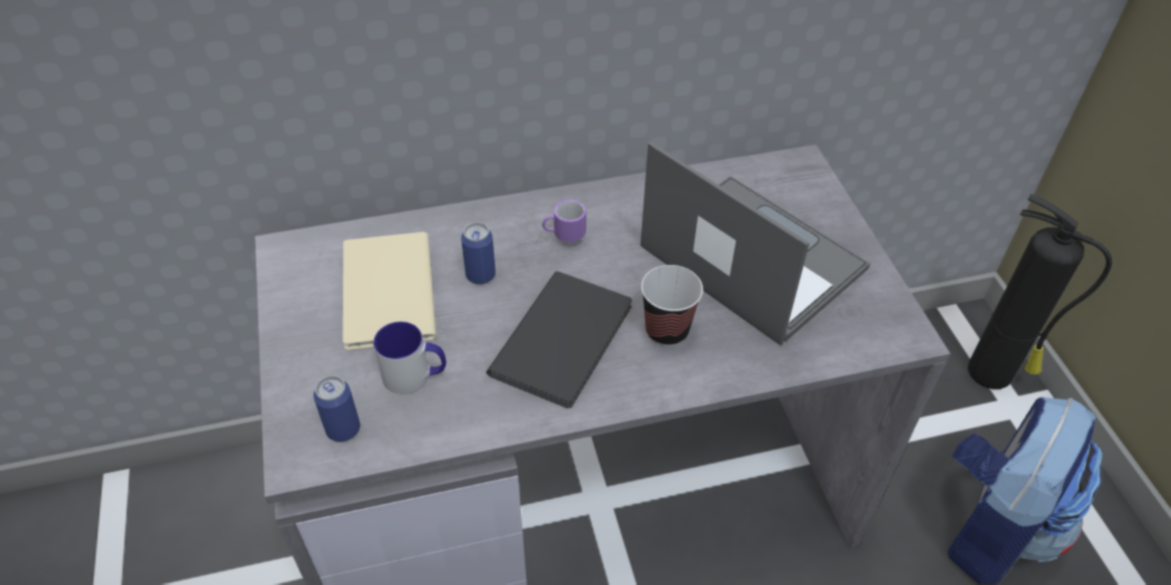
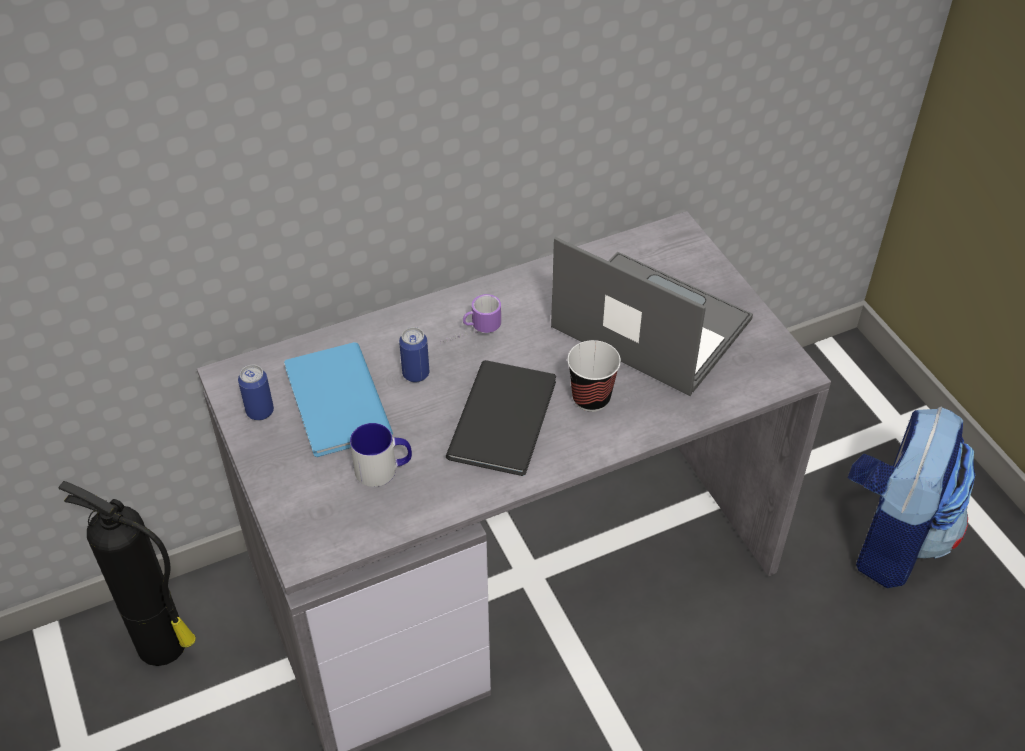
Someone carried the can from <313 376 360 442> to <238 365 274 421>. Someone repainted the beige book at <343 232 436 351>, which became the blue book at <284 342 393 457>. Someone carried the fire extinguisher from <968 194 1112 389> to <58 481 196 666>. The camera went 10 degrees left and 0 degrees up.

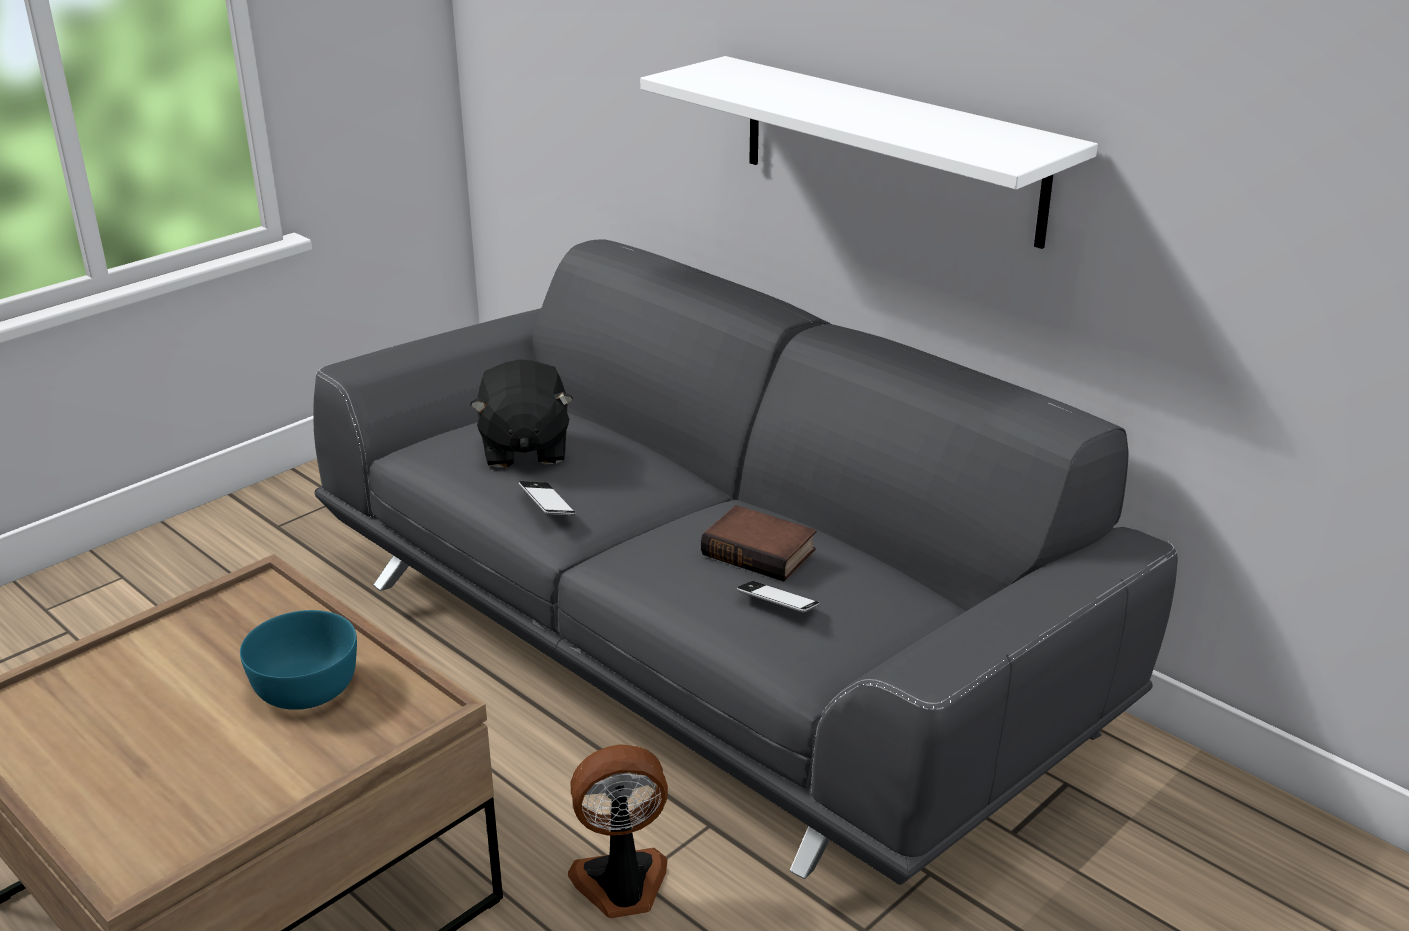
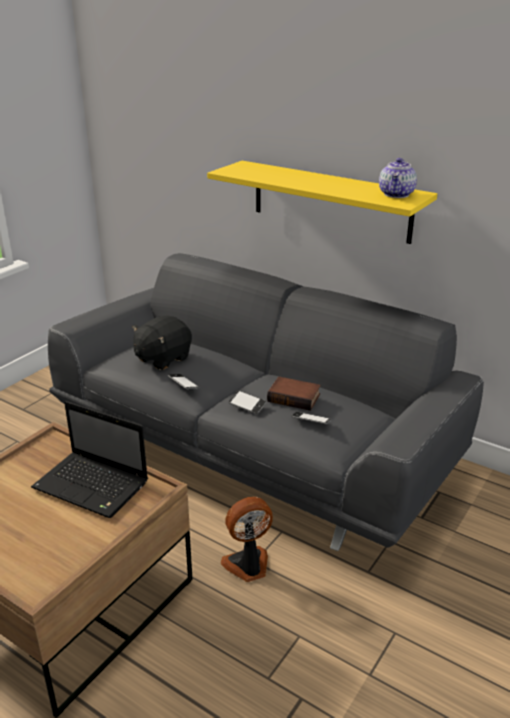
Someone swapped the turquoise bowl at <240 610 357 710> for the laptop at <31 401 148 518>. Someone rotated the black plush toy at <470 359 573 468> by 60 degrees clockwise. Someone repainted the white shelf at <640 56 1098 249>, which became the yellow shelf at <207 161 437 244>. Someone put down the phone at <229 390 266 414>. Someone put down the teapot at <379 158 417 198>. The camera went 10 degrees left and 0 degrees up.

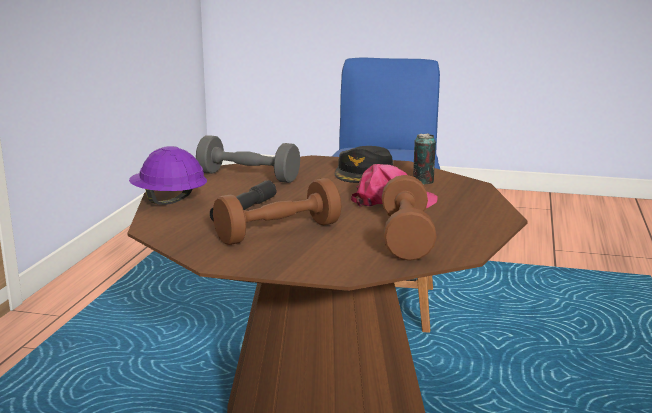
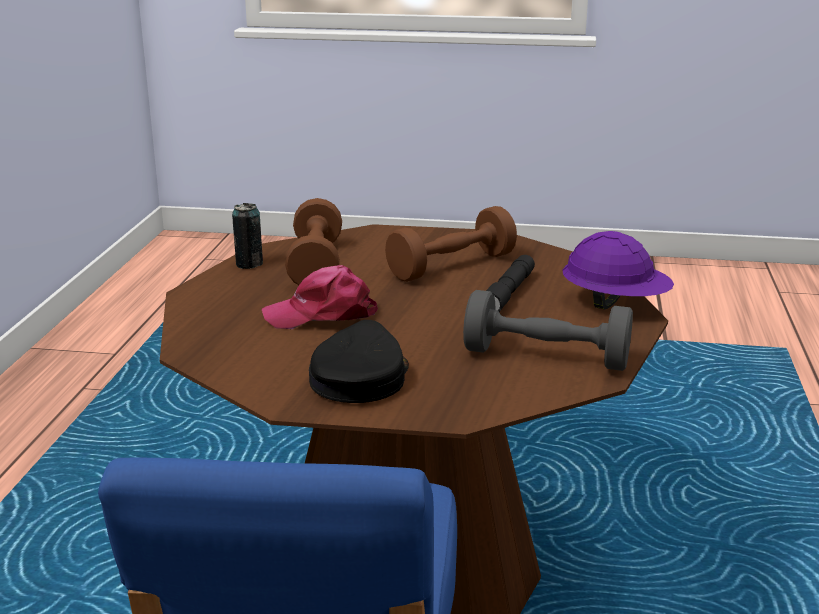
Someone carried the can from <413 133 436 184> to <232 203 263 269>. The camera went 175 degrees right and 5 degrees up.

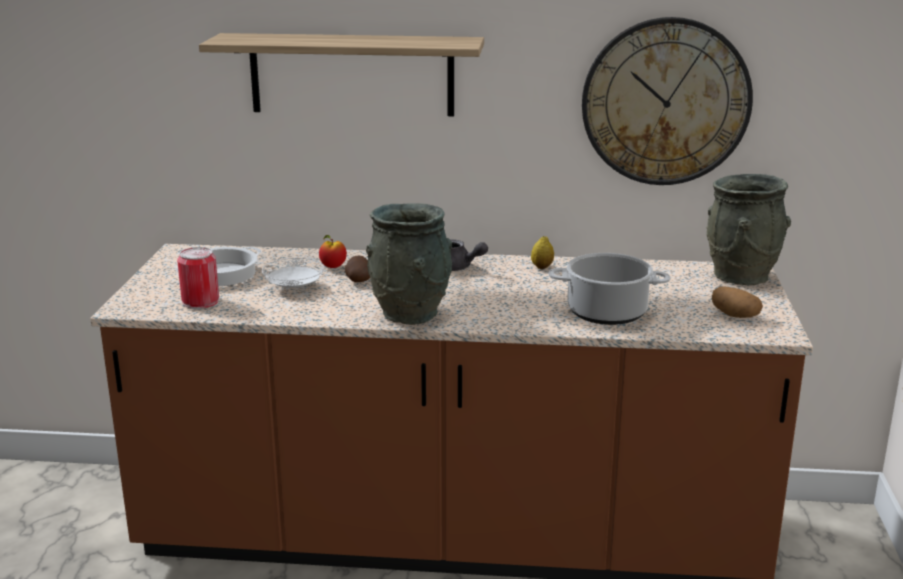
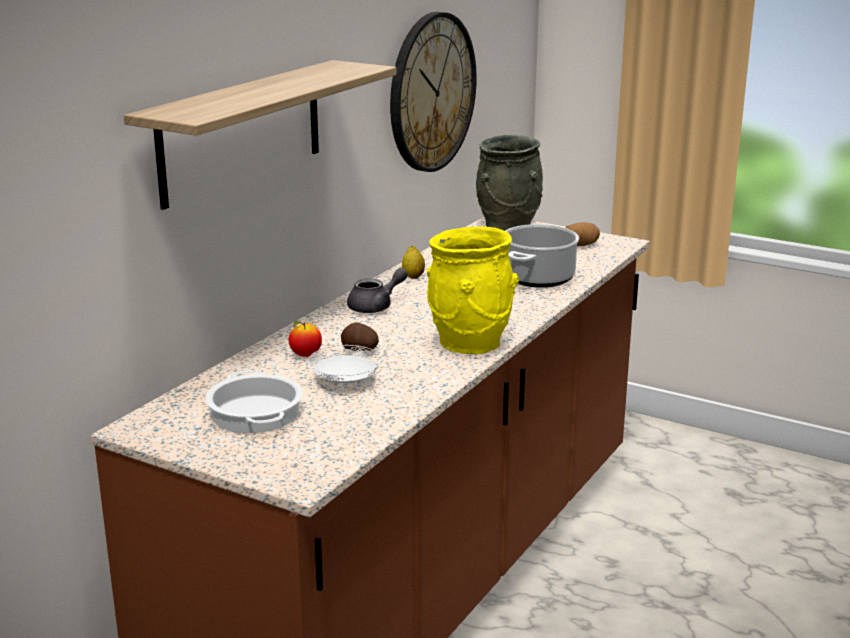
Someone took away the can at <177 247 219 309>. Someone repainted the grey vase at <366 204 452 325>, which became the yellow vase at <427 226 519 354>. The camera went 65 degrees left and 0 degrees up.

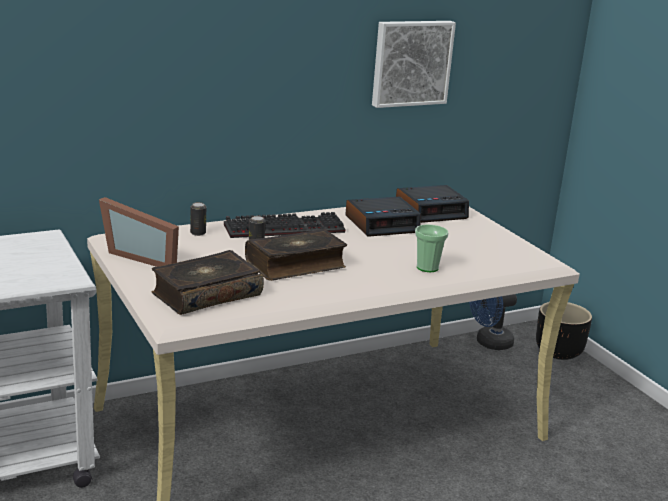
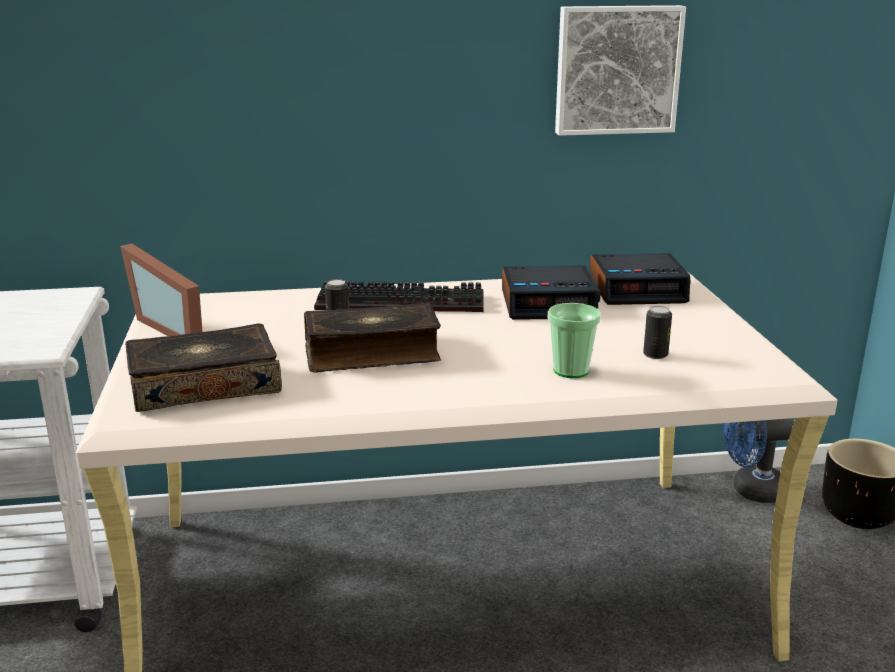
Someone carried the can from <190 202 206 236> to <643 306 672 359>. The camera went 20 degrees right and 0 degrees up.

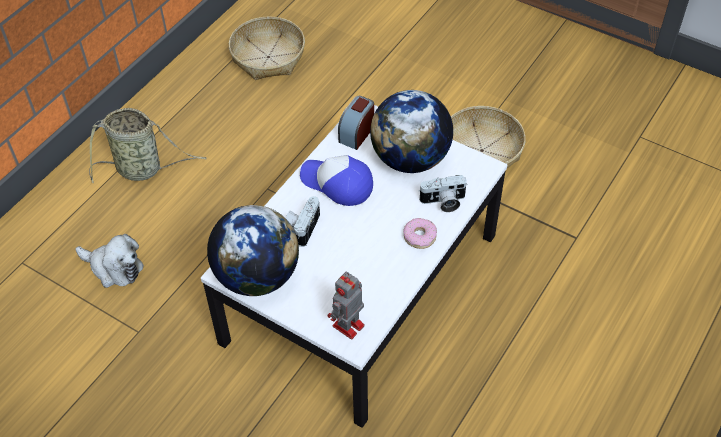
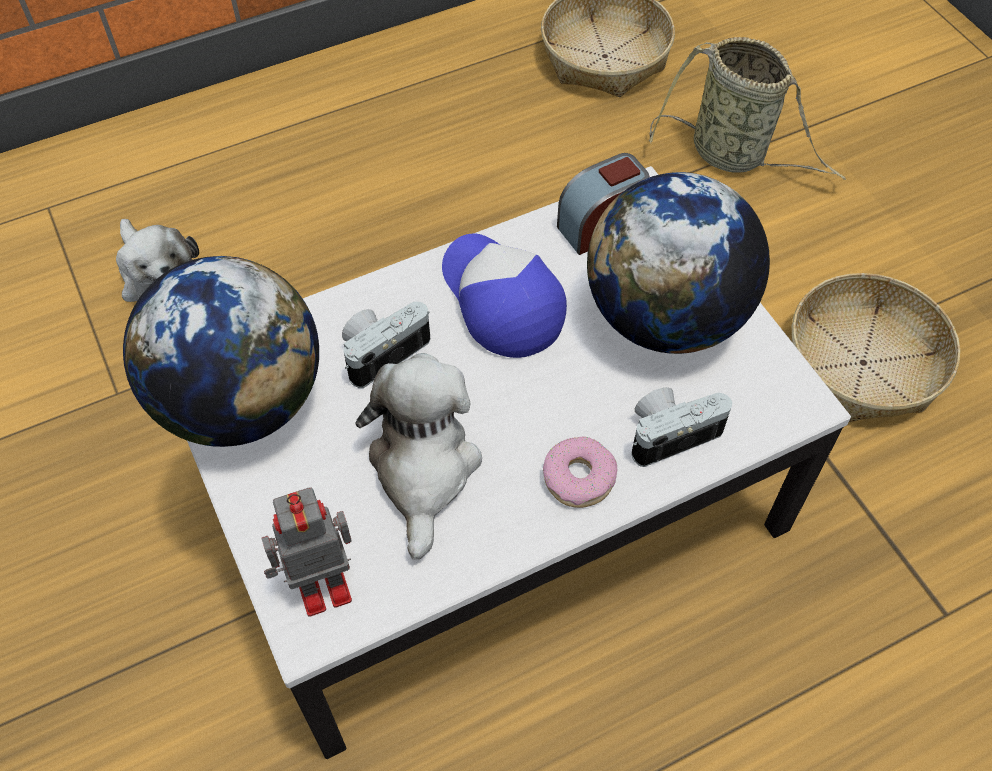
Someone carried the basket from <89 108 207 184> to <649 37 846 180>. Someone rotated the photo camera at <419 175 468 212> by 135 degrees clockwise. Someone put down the plush toy at <355 353 482 560>. The camera went 30 degrees right and 5 degrees up.

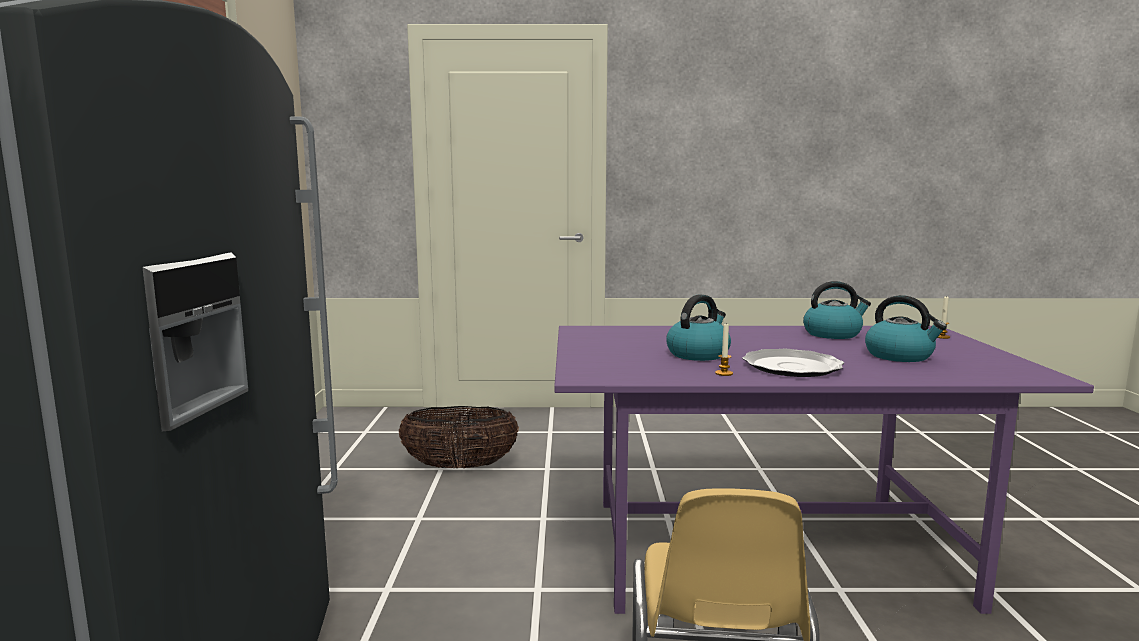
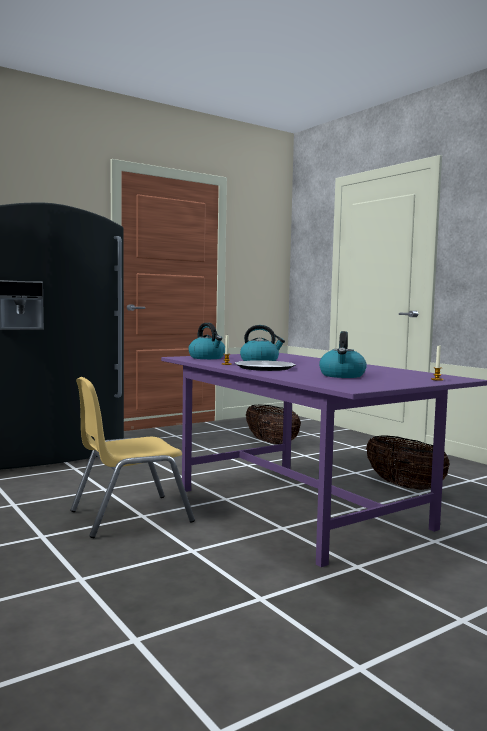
Someone carried the kettle from <803 281 871 339> to <188 323 225 359>. Someone put down the basket at <366 435 450 490>. The camera went 55 degrees right and 5 degrees down.

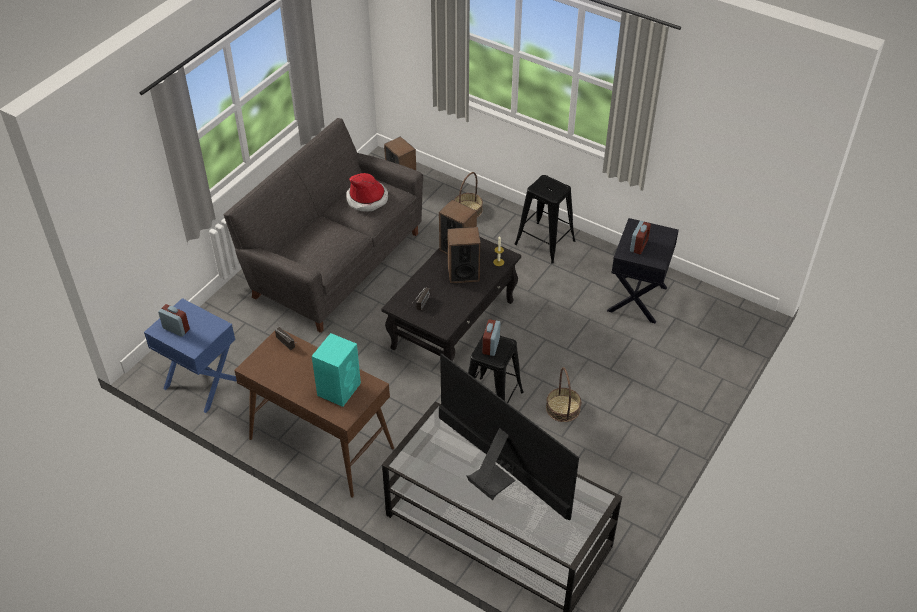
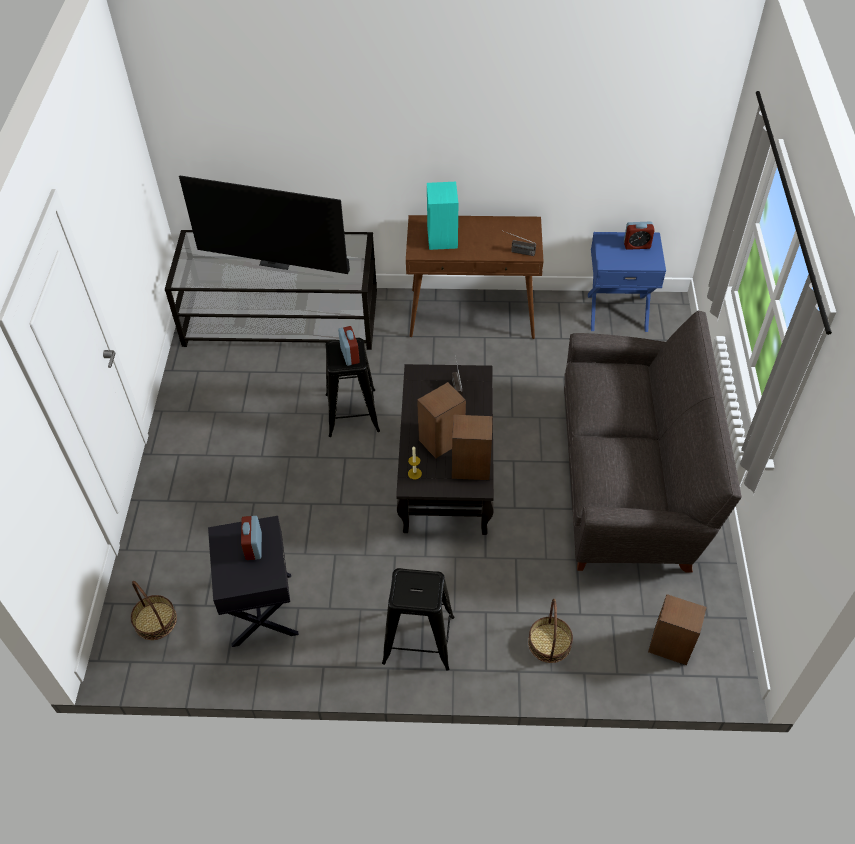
Someone took away the hat at <346 173 388 211>. Someone carried the basket from <546 367 581 422> to <131 581 177 640>. The camera went 150 degrees right and 5 degrees up.

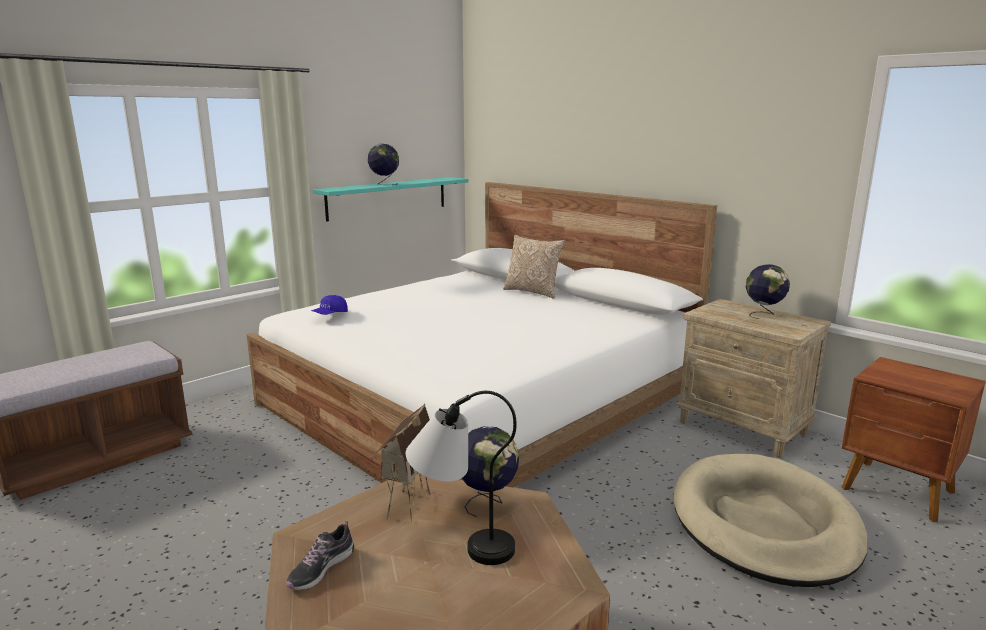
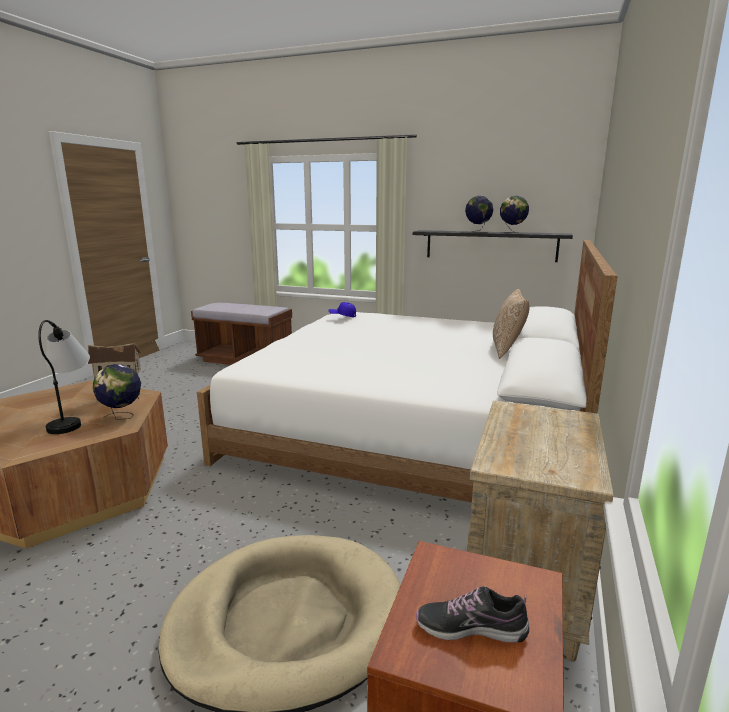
Someone carried the shoe from <286 520 354 590> to <416 586 529 643>. Someone repainted the turquoise shelf at <313 177 469 222>, which became the black shelf at <413 230 573 262>. Someone carried the globe from <746 264 790 319> to <500 196 529 233>. The camera went 65 degrees right and 0 degrees up.

